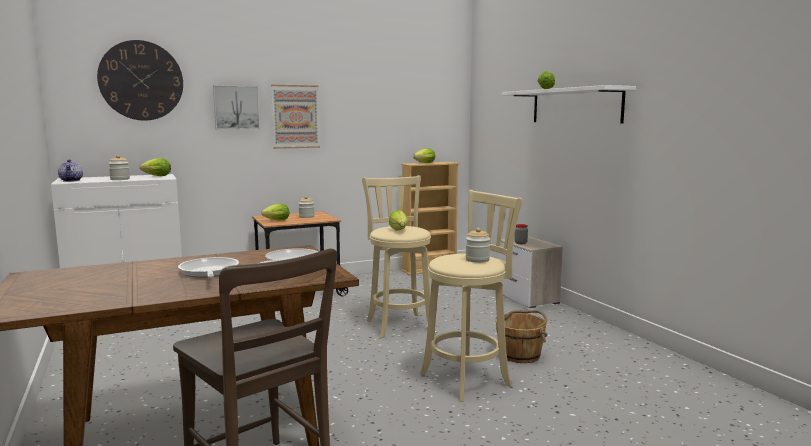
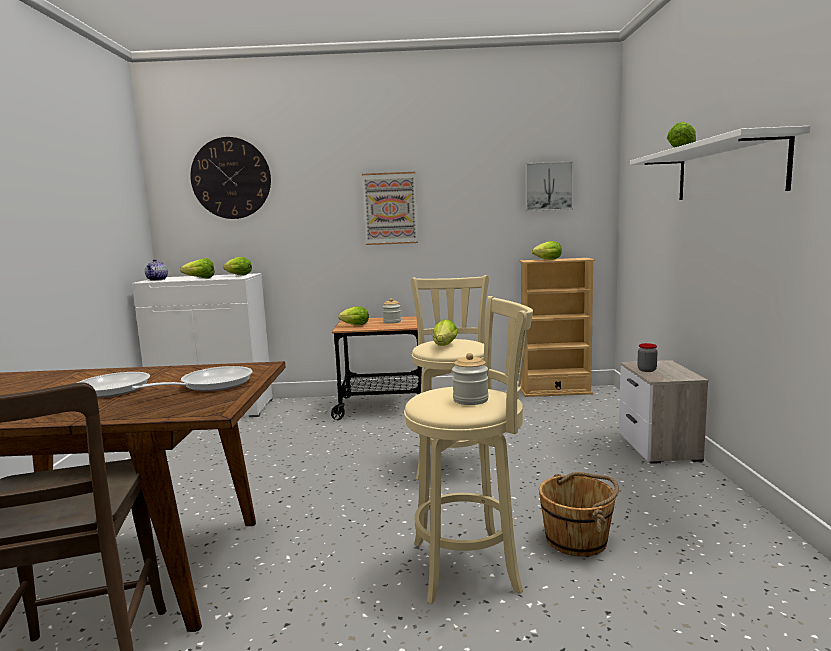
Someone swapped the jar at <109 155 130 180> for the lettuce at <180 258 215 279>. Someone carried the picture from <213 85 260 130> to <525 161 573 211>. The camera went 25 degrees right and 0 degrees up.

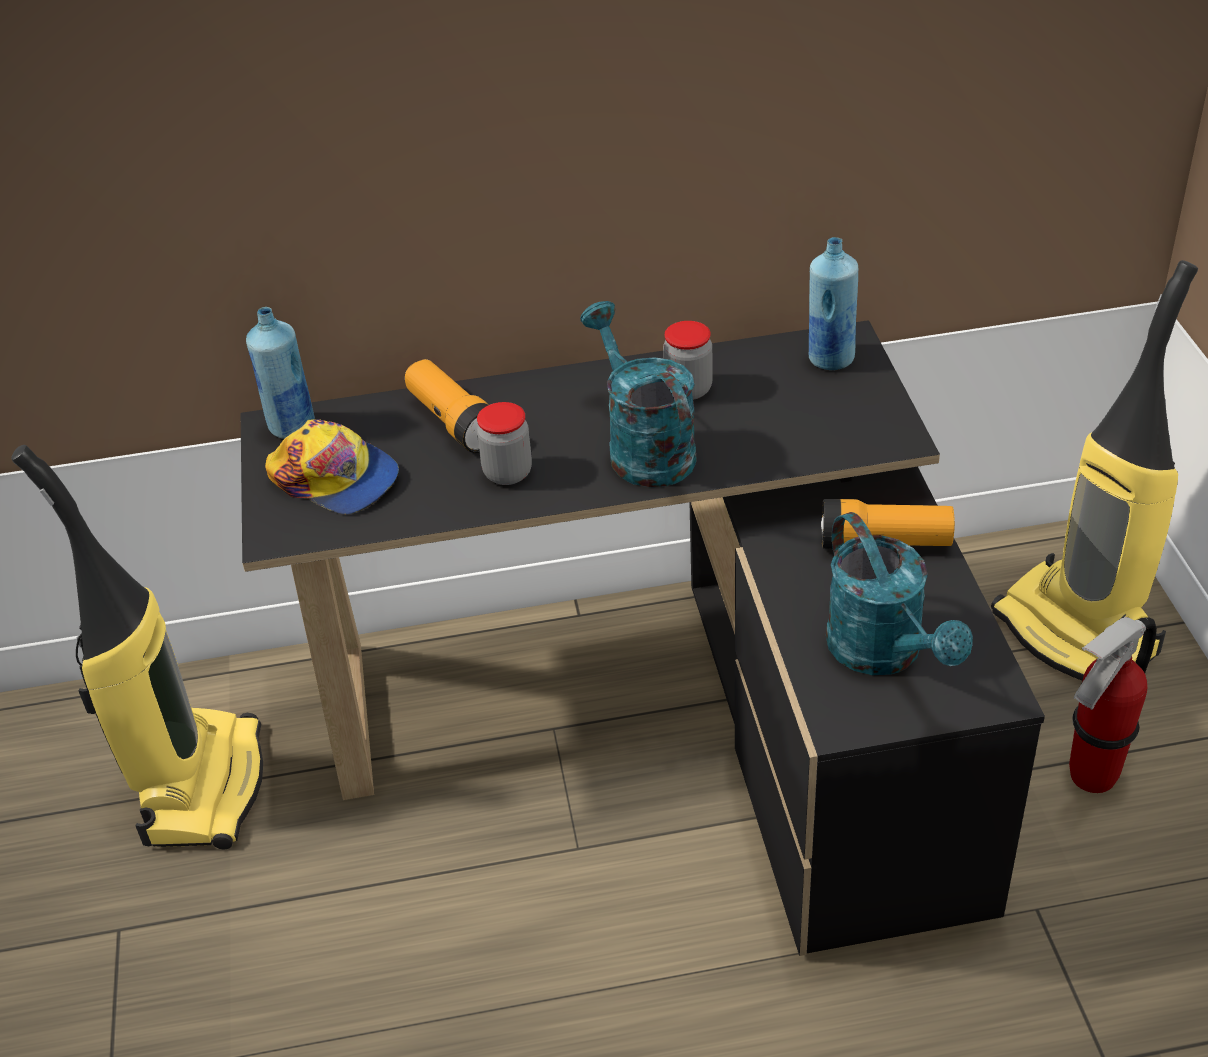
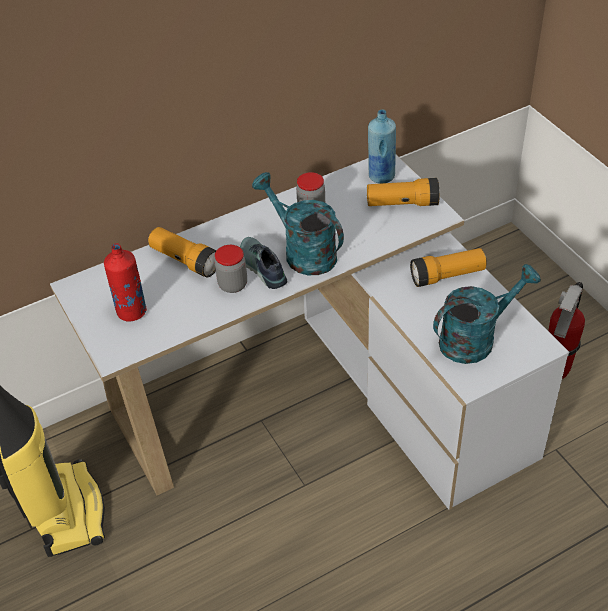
Someone repainted the black desk at <241 320 1045 956>, which became the white desk at <50 154 569 510>. Someone took away the blue bottle at <246 307 315 439>. Someone swapped the cap at <265 419 399 514> for the red bottle at <104 243 147 321>. Someone rotated the turquoise watering can at <826 512 973 675> by 75 degrees counterclockwise. Someone took away the vacuum cleaner at <991 260 1198 681>. Someone put down the shoe at <240 237 287 289>. Someone put down the flashlight at <367 178 440 206>. The camera went 20 degrees left and 5 degrees up.

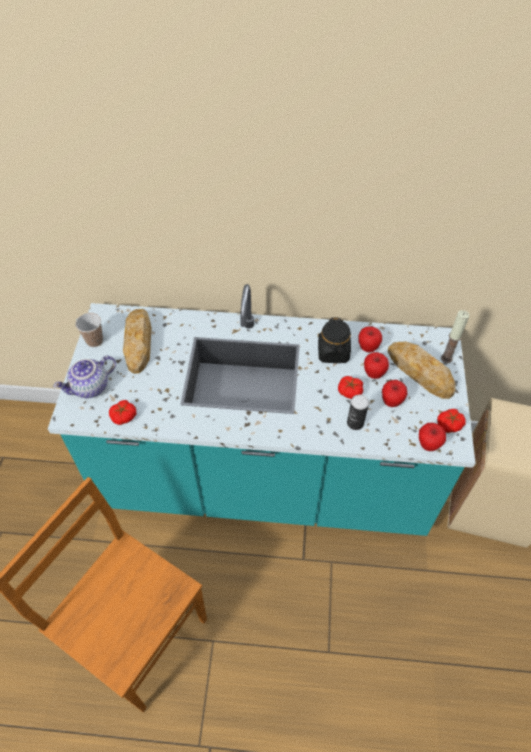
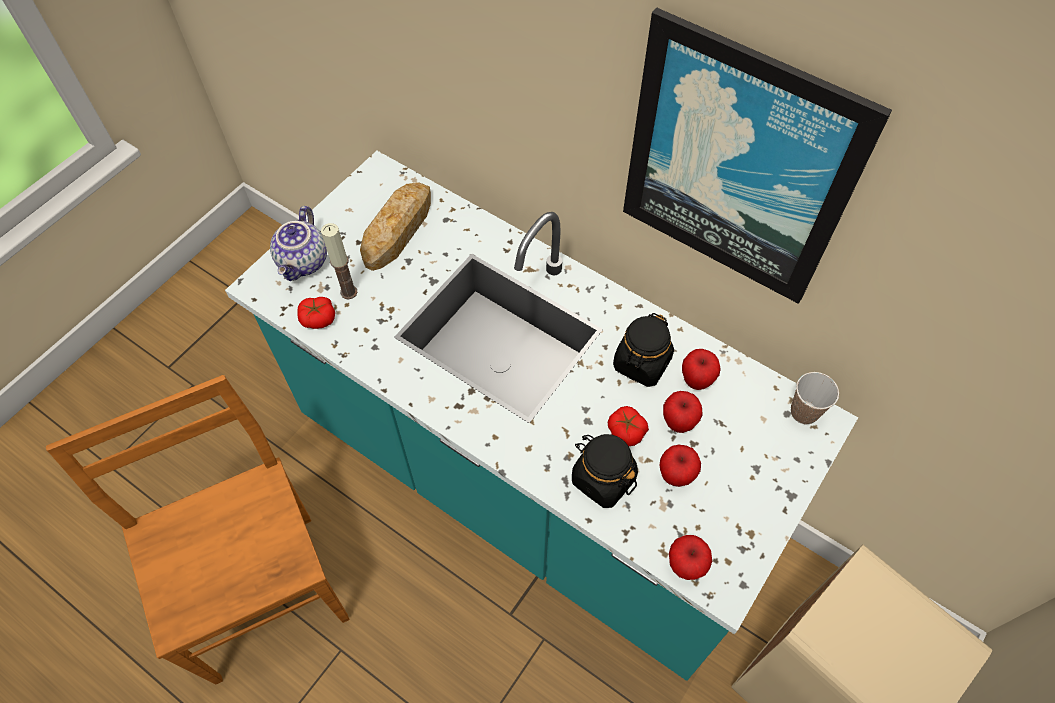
Someone rotated the teapot at <53 356 116 398> by 75 degrees counterclockwise. Someone carried the cup from <75 313 103 347> to <791 372 839 424>. Someone swapped the can at <347 395 369 430> for the black jar at <572 434 638 508>. Someone took away the bread at <387 341 456 399>. Someone took away the tomato at <437 409 466 433>. Someone carried the candle from <441 310 469 363> to <321 223 358 299>. Someone put up the picture at <623 8 892 304>. The camera went 30 degrees right and 5 degrees up.

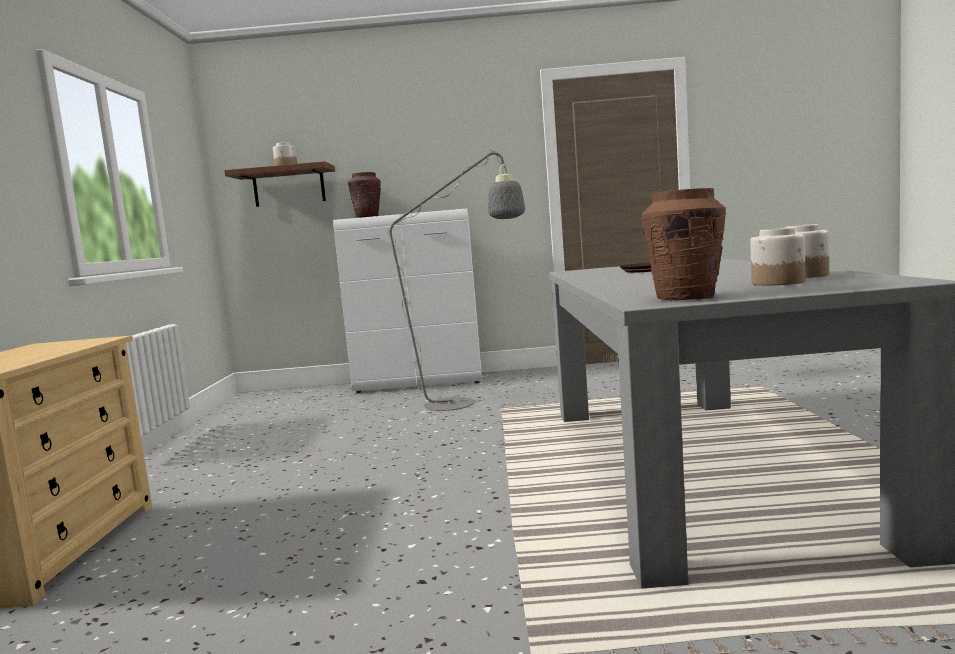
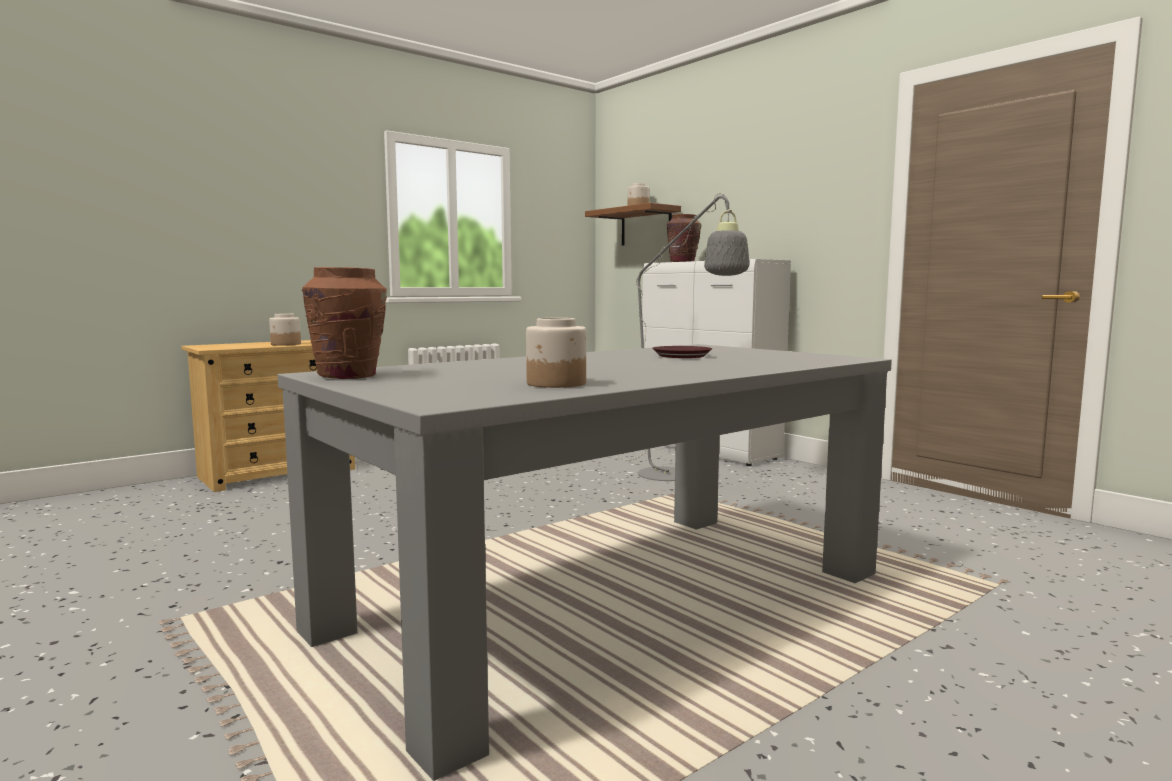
Someone carried the jar from <750 227 806 285> to <269 313 301 346>. The camera went 50 degrees right and 0 degrees up.

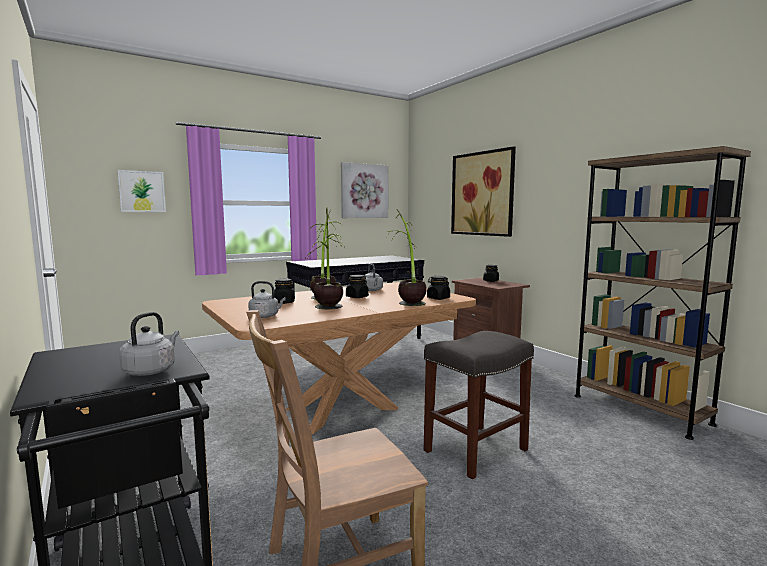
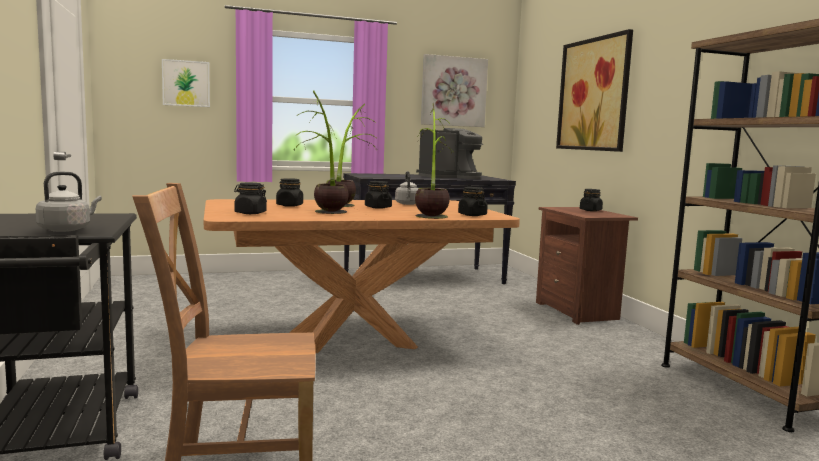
Someone swapped the grey kettle at <248 281 285 318> for the black jar at <234 183 267 214>. Someone took away the grey stool at <424 331 534 479>. Someone put down the coffee machine at <416 128 483 179>. The camera went 15 degrees right and 0 degrees up.

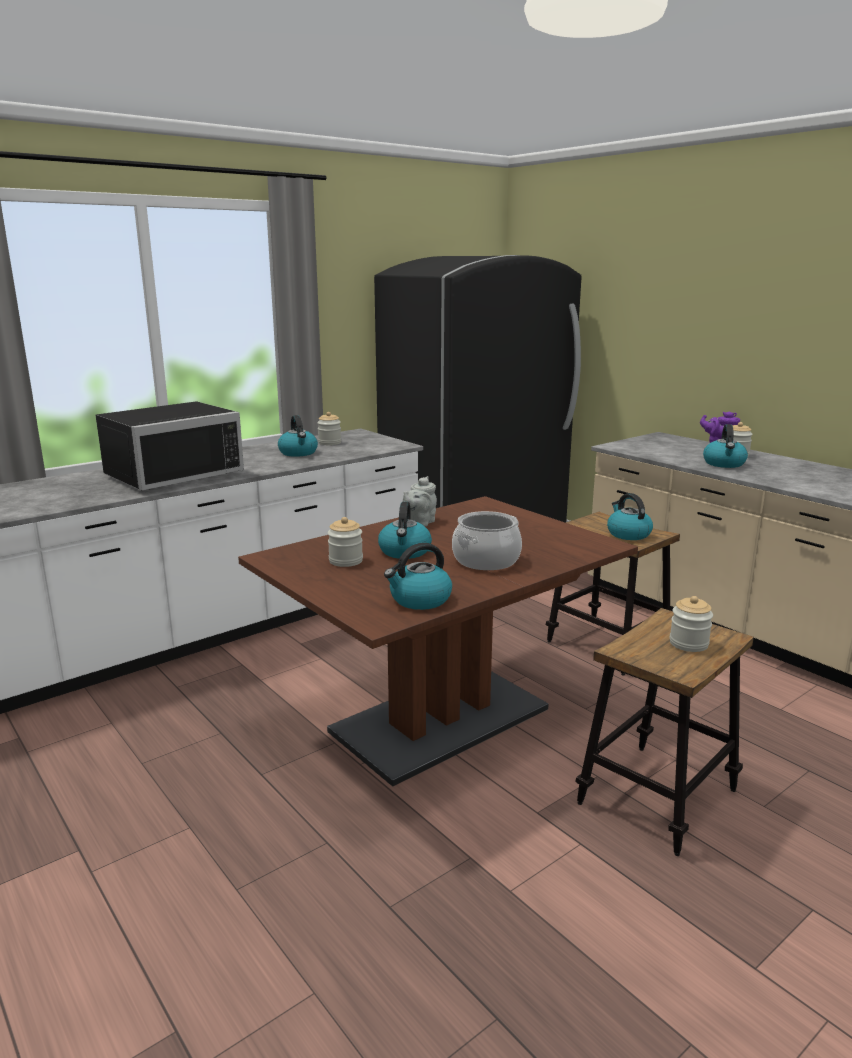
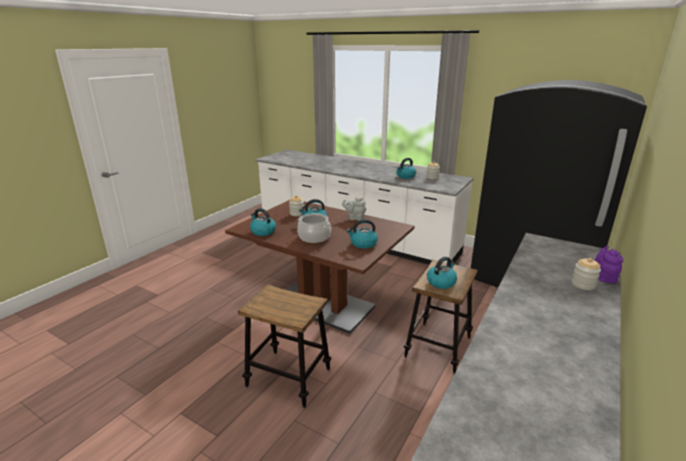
Someone took away the black microwave at <96 401 244 490>. Someone took away the jar at <670 596 713 652>. Someone carried the kettle from <703 424 748 468> to <346 219 378 248>. The camera went 70 degrees right and 5 degrees up.

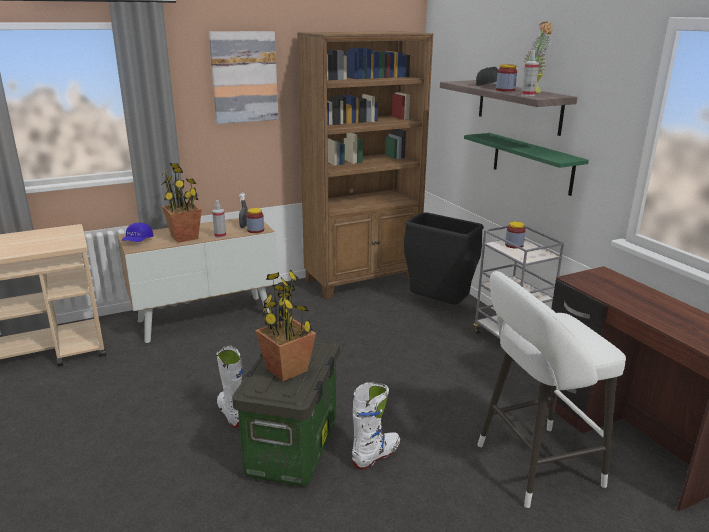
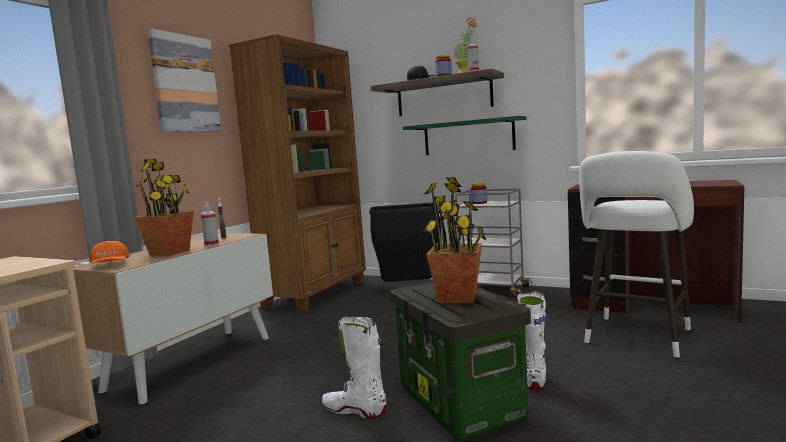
Someone repainted the blue cap at <121 222 153 242>, which became the orange cap at <90 241 130 264>. Someone took away the jar at <246 208 264 233>. The camera went 35 degrees left and 15 degrees down.

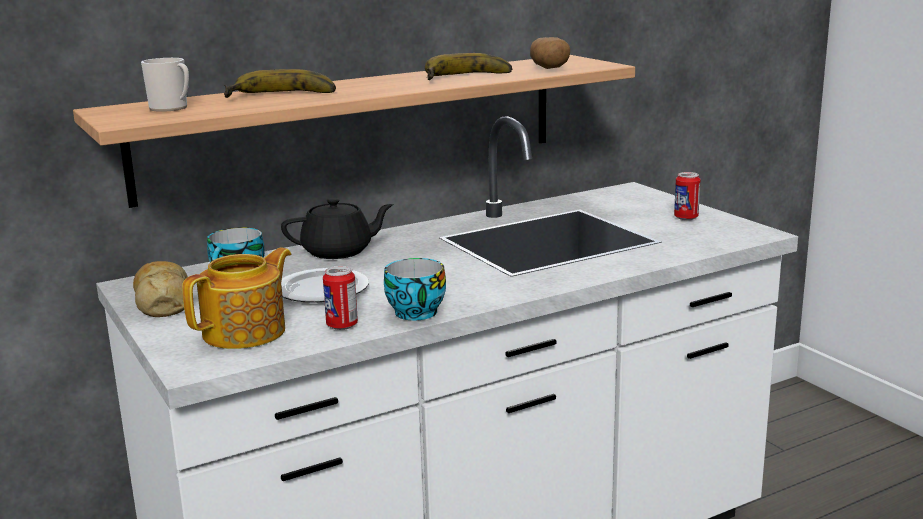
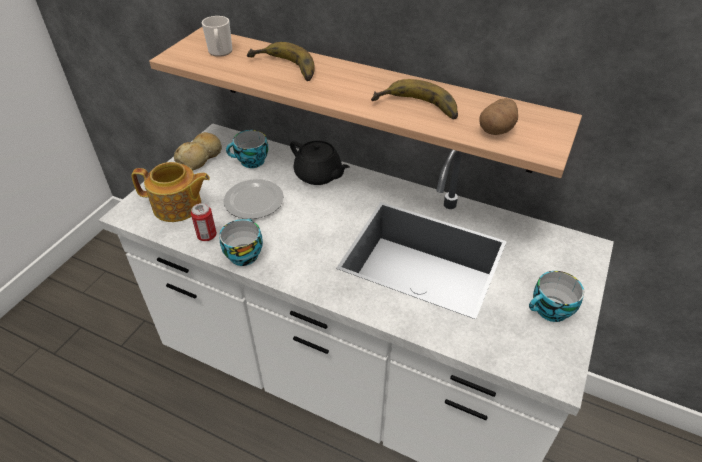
Someone swapped the can at <674 172 701 220> for the cup at <529 271 584 322>. The camera went 55 degrees right and 25 degrees up.

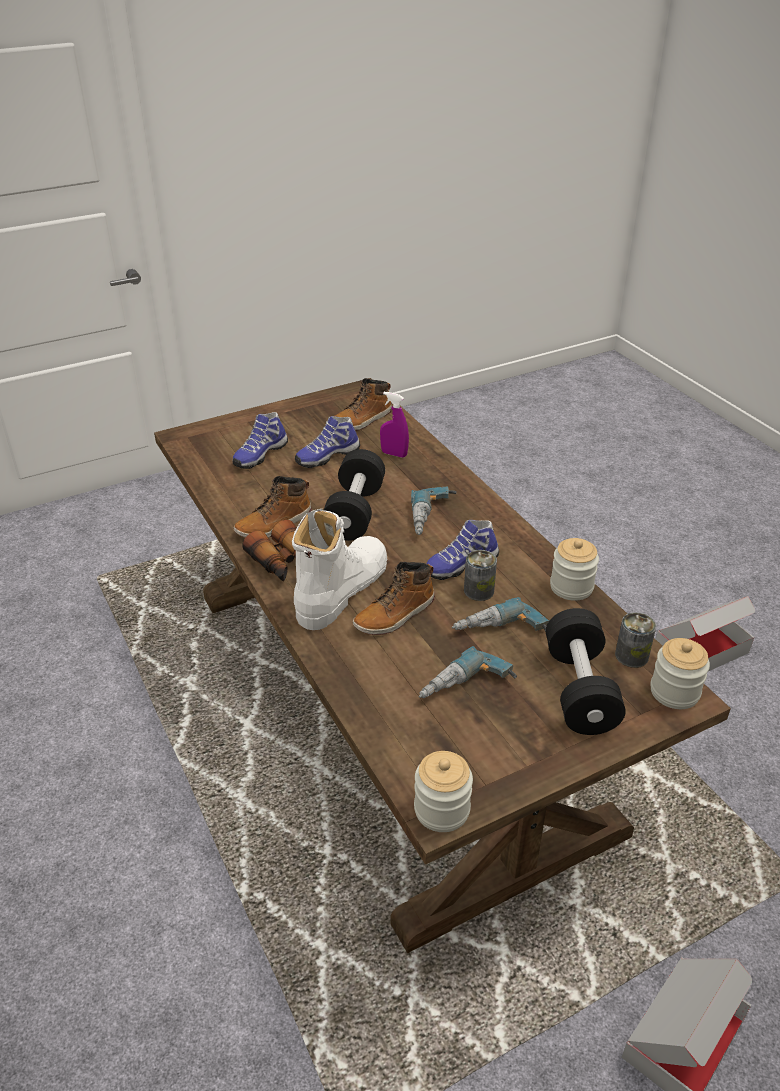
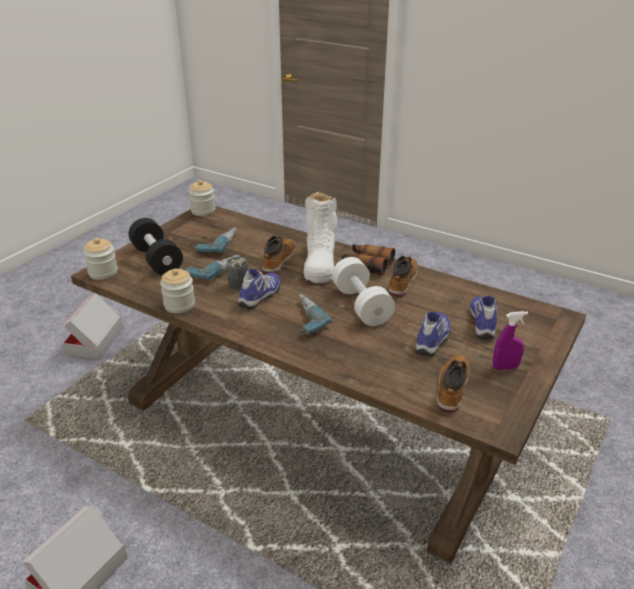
Someone repainted the black dumbbell at <324 449 385 541>, which became the white dumbbell at <332 257 395 326>. Someone carried the purple spray bottle from <380 392 409 458> to <493 311 528 370>. Someone took away the can at <615 612 656 668>. The camera went 150 degrees right and 5 degrees down.

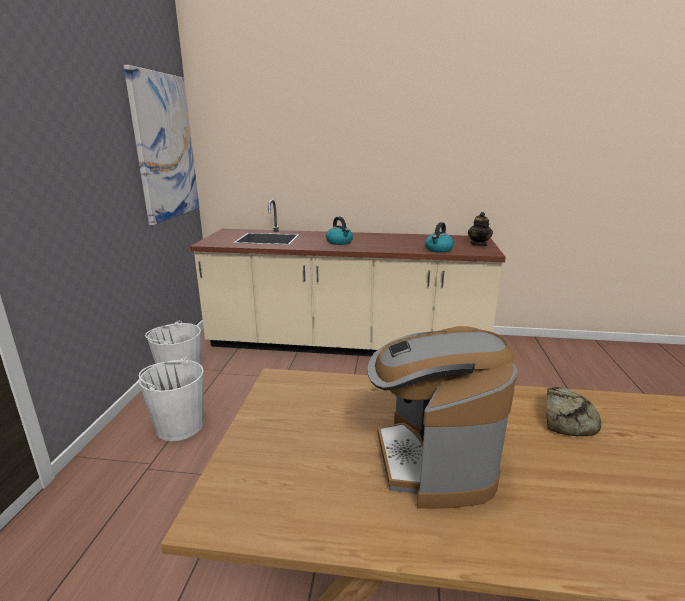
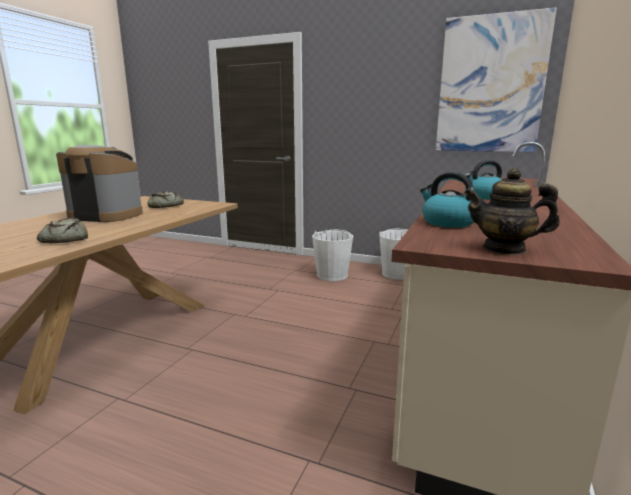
Someone put down the bread at <147 191 184 208>. The camera went 105 degrees right and 5 degrees down.

